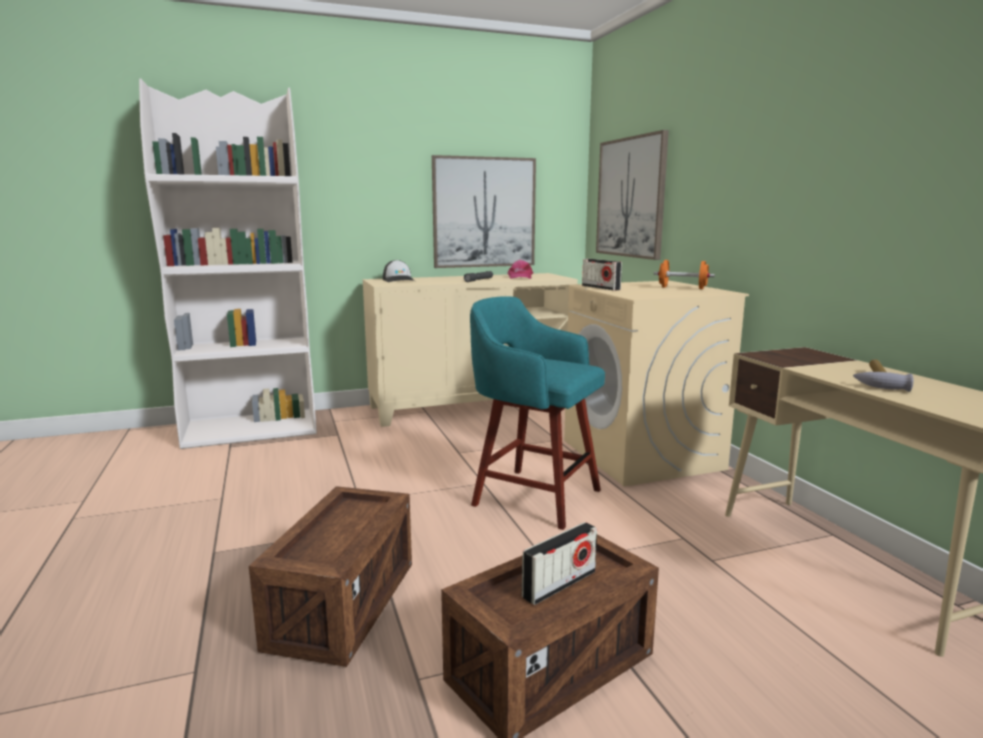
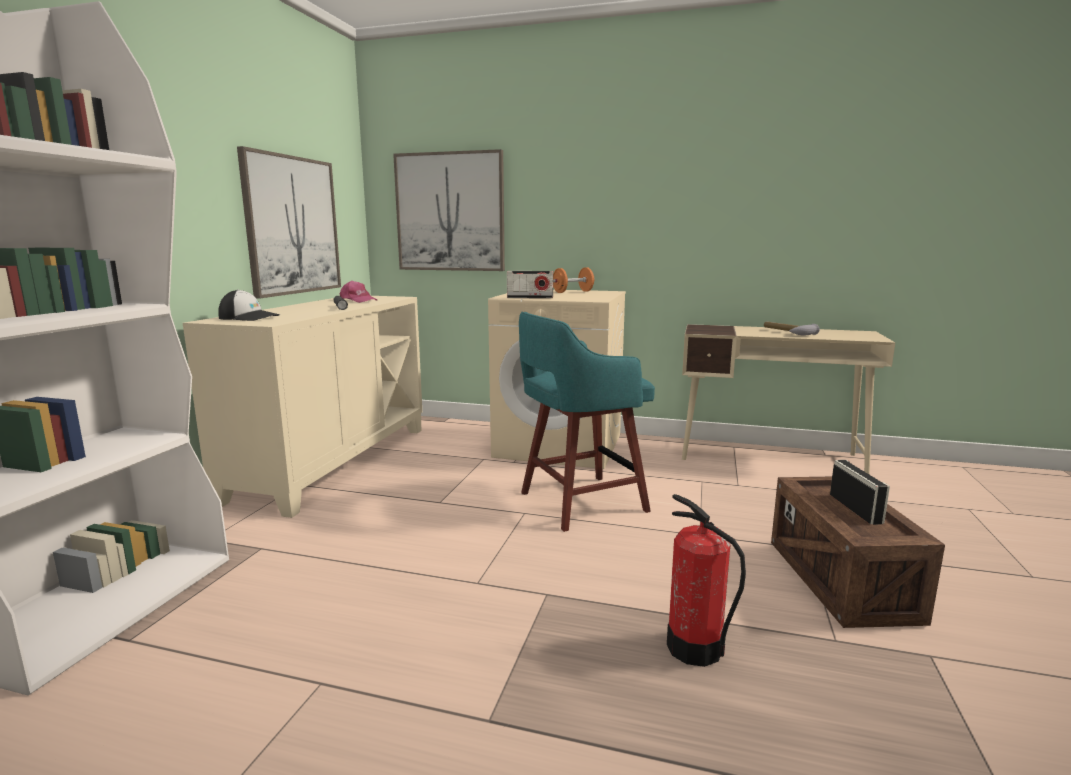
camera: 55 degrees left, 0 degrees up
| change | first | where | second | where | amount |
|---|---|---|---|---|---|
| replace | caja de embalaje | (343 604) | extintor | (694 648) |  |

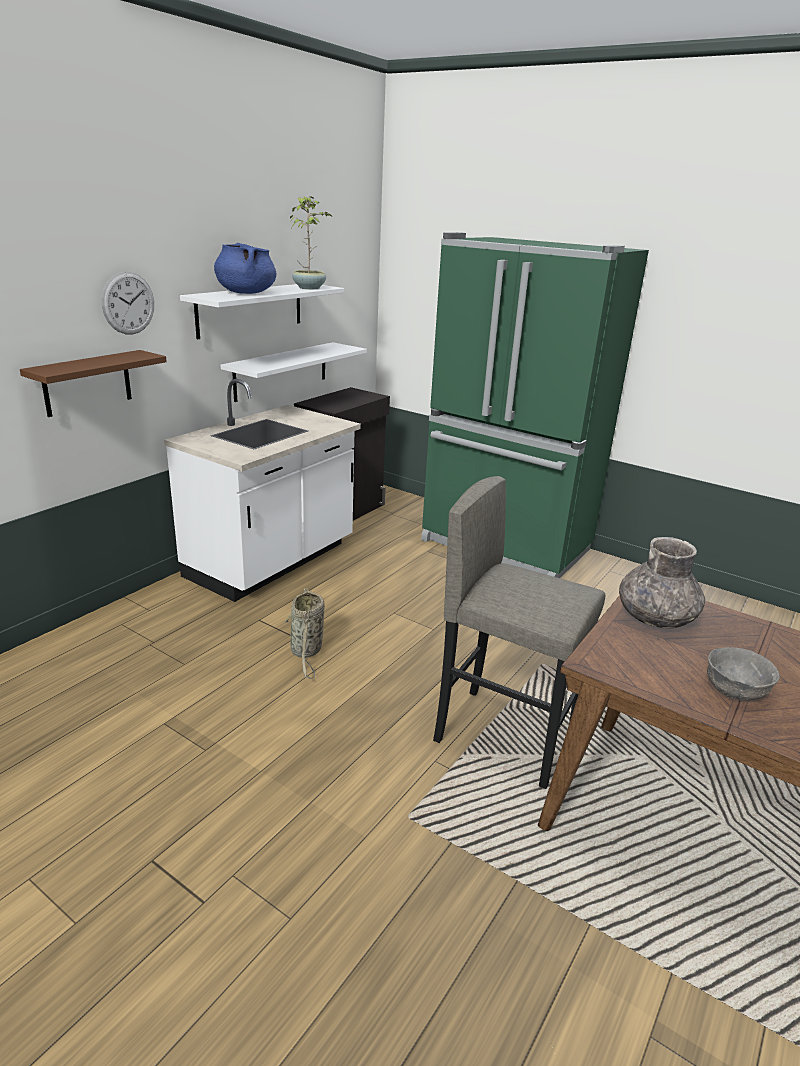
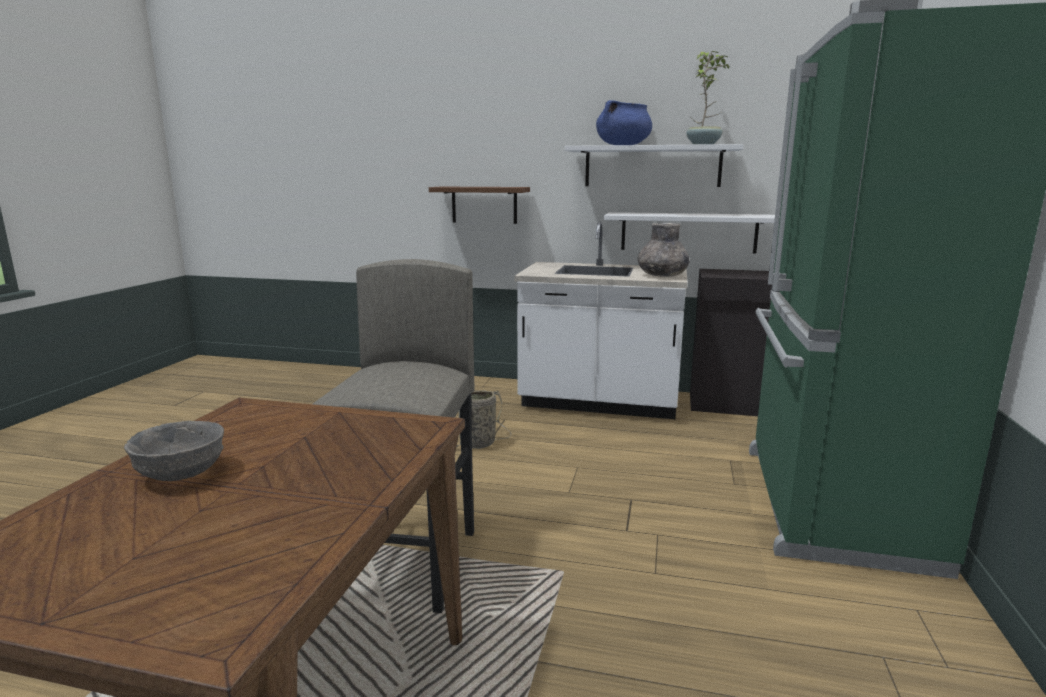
camera: 70 degrees right, 10 degrees down
| change | first | where | second | where | amount |
|---|---|---|---|---|---|
| delete | reloj de pared | (128 303) |  |  |  |
| move | florero [gris] | (655 618) |  | (662 276) |  |

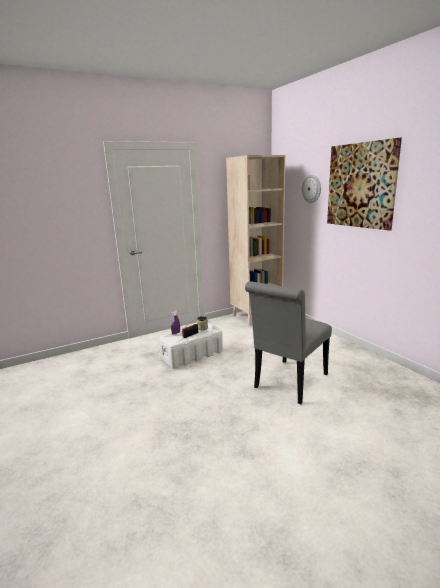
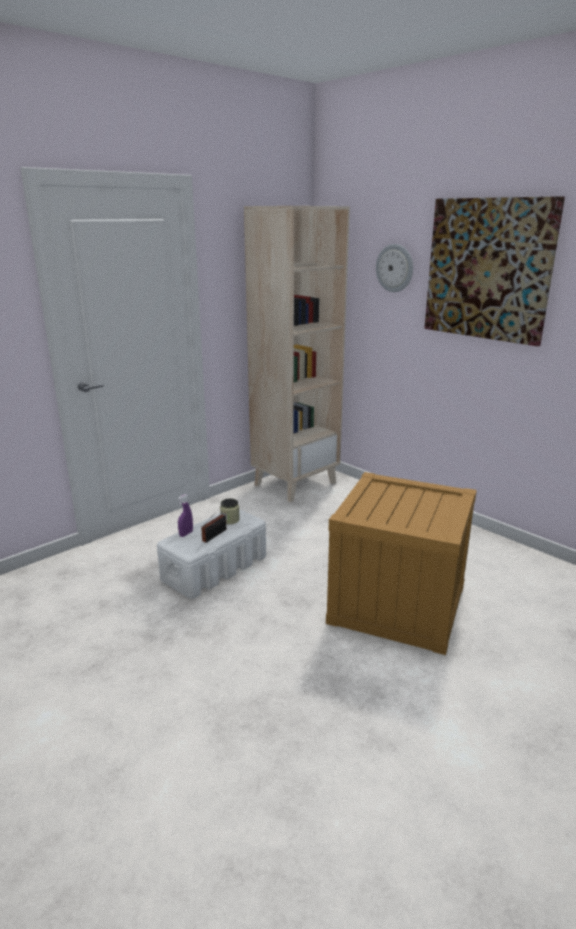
camera: 15 degrees left, 5 degrees up
| change | first | where | second | where | amount |
|---|---|---|---|---|---|
| replace | silla [gris] | (288 383) | caja de embalaje | (397 604) |  |

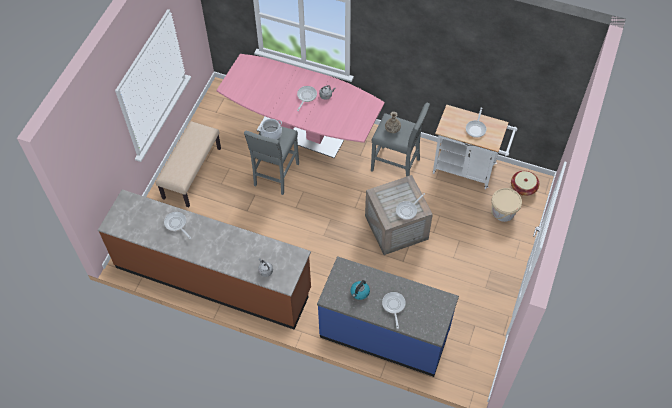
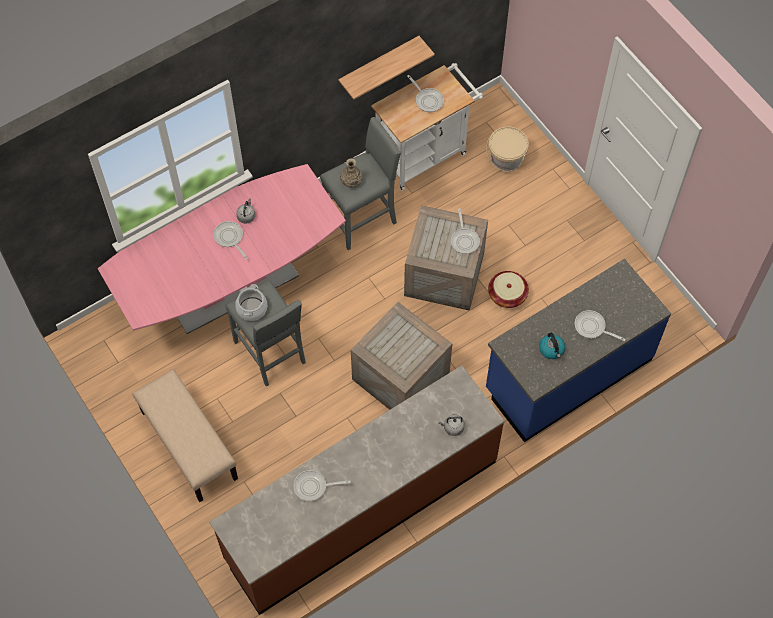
camera: 55 degrees left, 5 degrees up
| change | first | where | second | where | amount |
|---|---|---|---|---|---|
| move | cesta | (523 187) |  | (507 295) |  |
| insert |  |  | estante | (379 65) |  |
| insert |  |  | caja de embalaje | (402 376) |  |

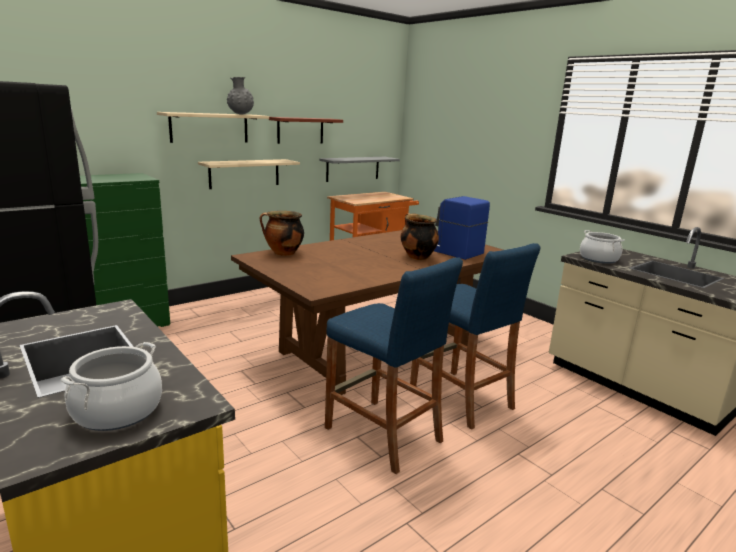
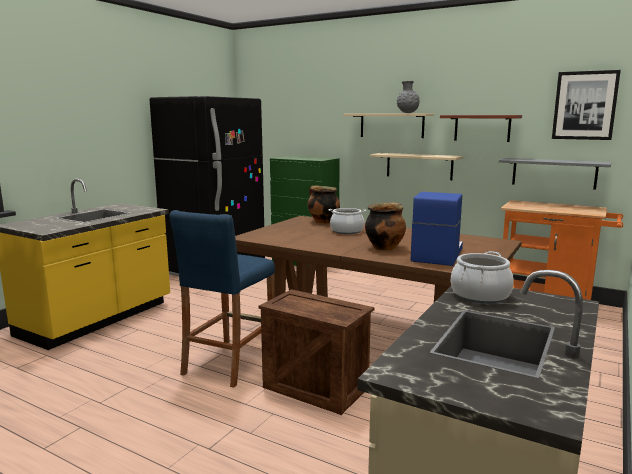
camera: 70 degrees right, 5 degrees down
| change | first | where | second | where | amount |
|---|---|---|---|---|---|
| move | olla | (117 410) |  | (346 231) |  |
| replace | taburete [azul] | (460 398) | caja de embalaje | (314 388) |  |
| insert |  |  | cuadro | (584 105) |  |

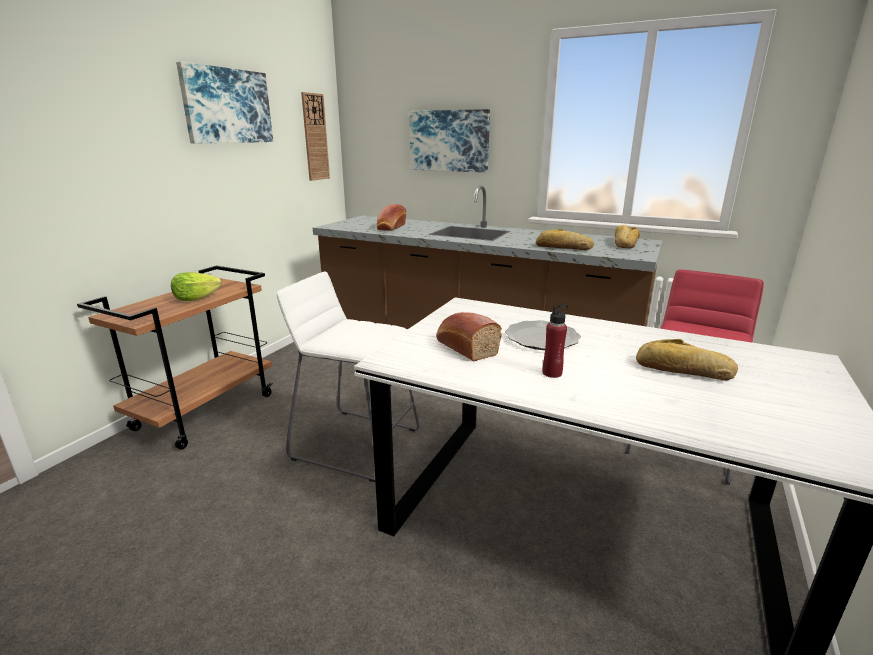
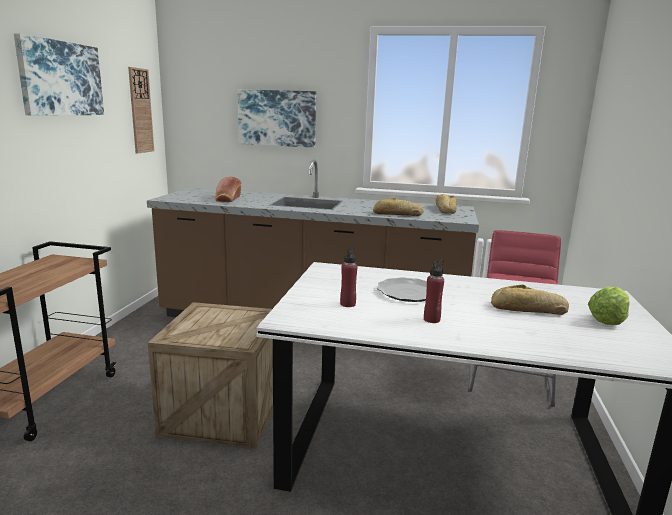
camera: 15 degrees left, 5 degrees down
| change | first | where | second | where | amount |
|---|---|---|---|---|---|
| move | lechuga | (196 299) |  | (607 320) |  |
| replace | taburete [blanco] | (356 443) | caja de embalaje | (223 412) |  |
| replace | pan | (465 347) | botella [rojo] | (348 304) |  |

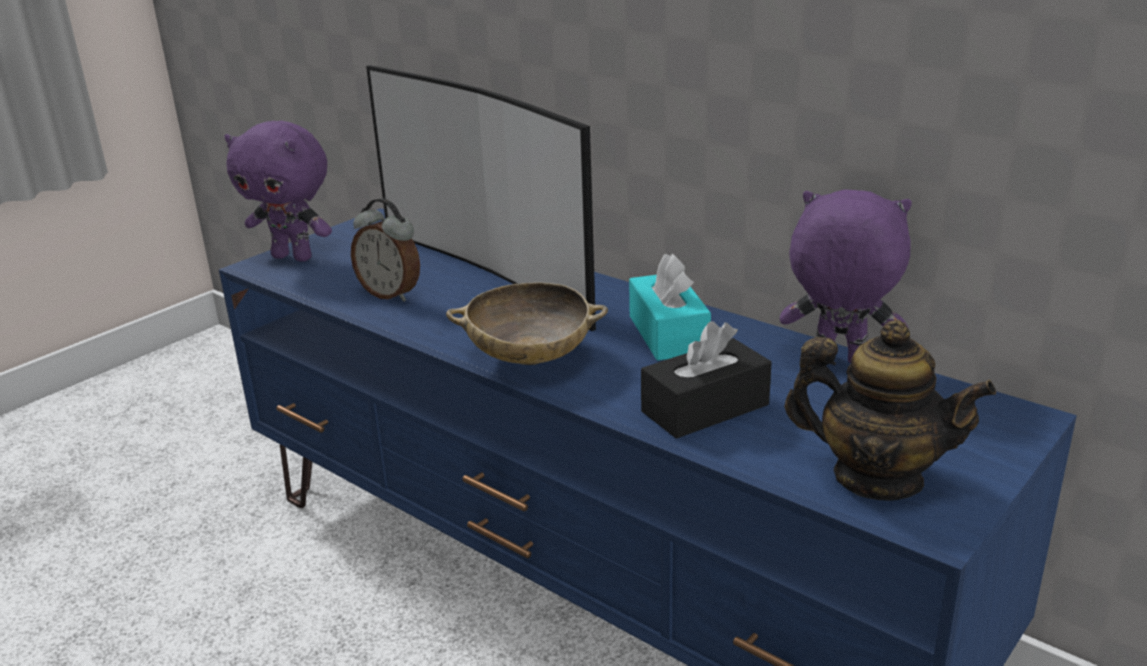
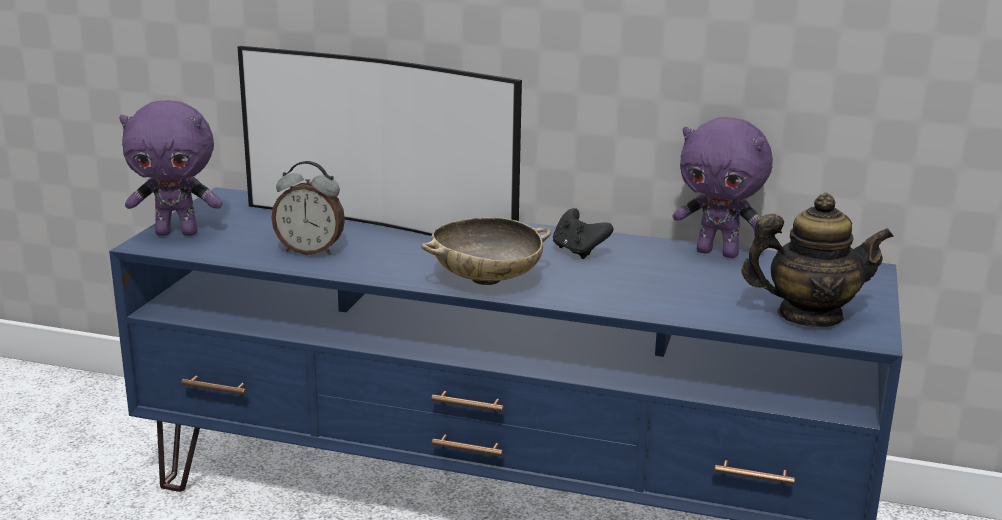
camera: 25 degrees left, 5 degrees down
| change | first | where | second | where | amount |
|---|---|---|---|---|---|
| replace | caja de pañuelos [turquesa] | (668 334) | mando de consola [negro] | (578 251) |  |
| delete | caja de pañuelos [negro] | (705 408) |  |  |  |
| rotate | peluche [morado] | (838 361) |  | (718 253) | 150 degrees counterclockwise |

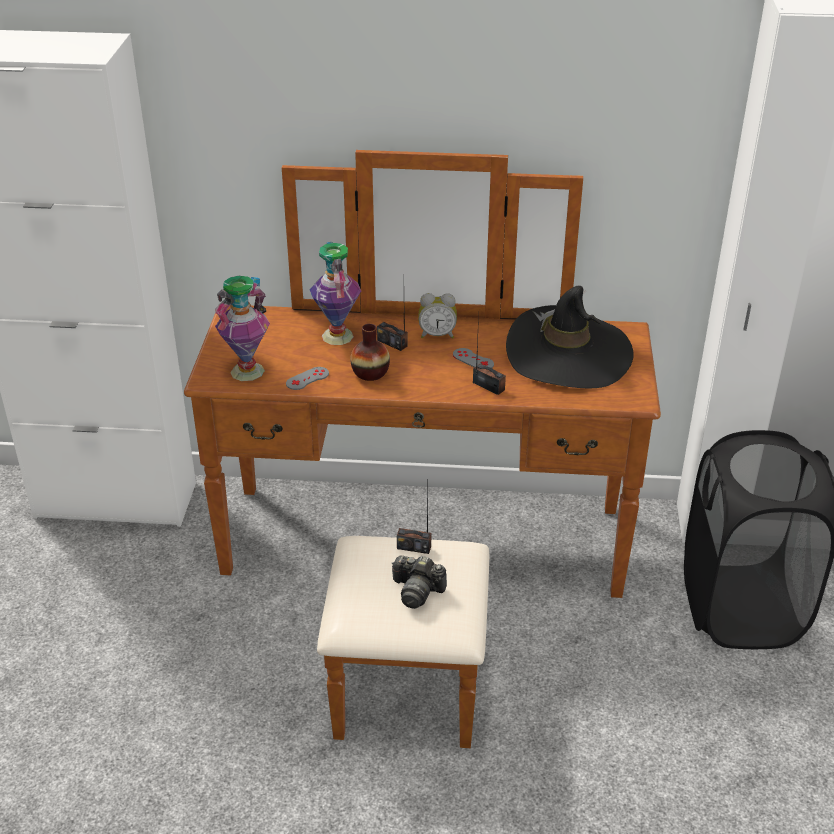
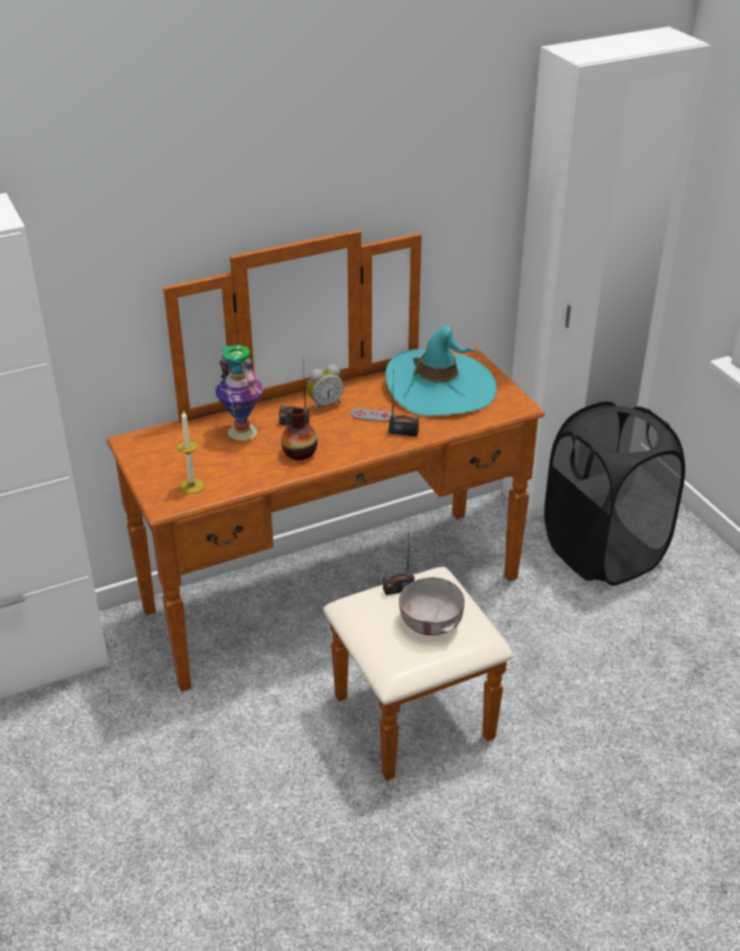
camera: 30 degrees left, 0 degrees up
| change | first | where | second | where | amount |
|---|---|---|---|---|---|
| replace | florero | (247 371) | vela | (192 486) |  |
| delete | mando de consola [gris] | (307 378) |  |  |  |
| replace | cámara | (417 591) | cuenco [gris] | (431 621) |  |
| recolor | sombrero [negro] | (568 354) | sombrero [turquesa] | (440 387) |  |

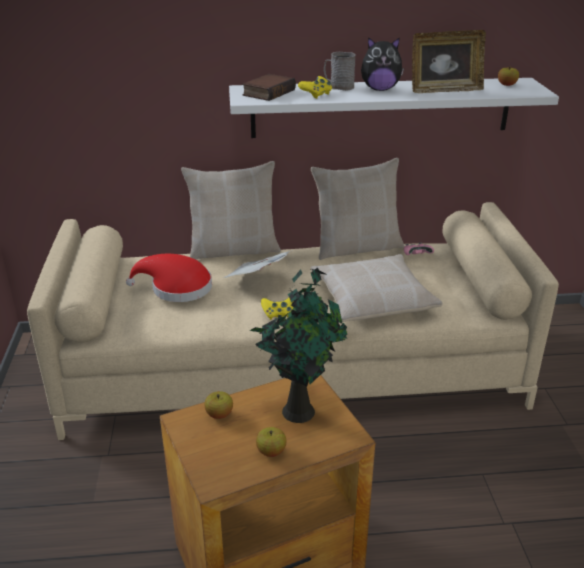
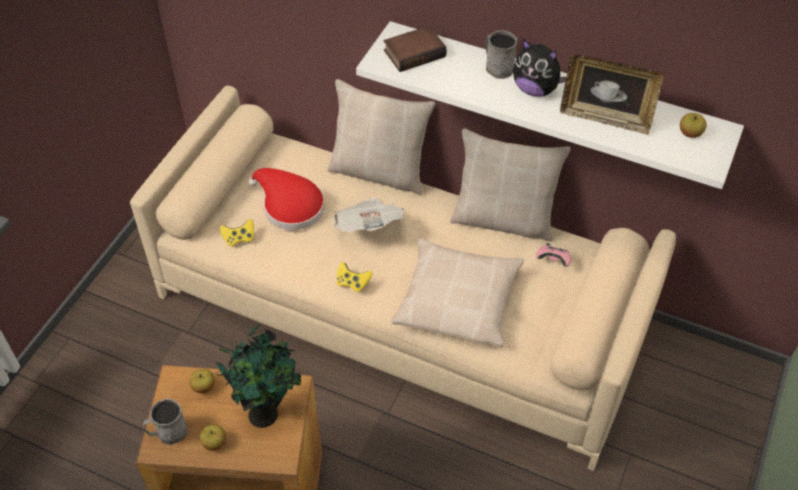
camera: 30 degrees right, 20 degrees up
| change | first | where | second | where | amount |
|---|---|---|---|---|---|
| move | mando de consola [amarillo] | (316 95) |  | (239 238) |  |
| insert |  |  | taza grande [gris] | (168 433) |  |

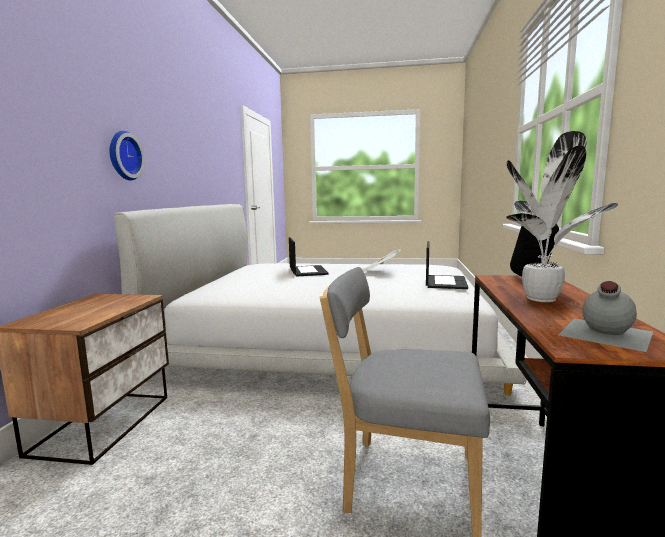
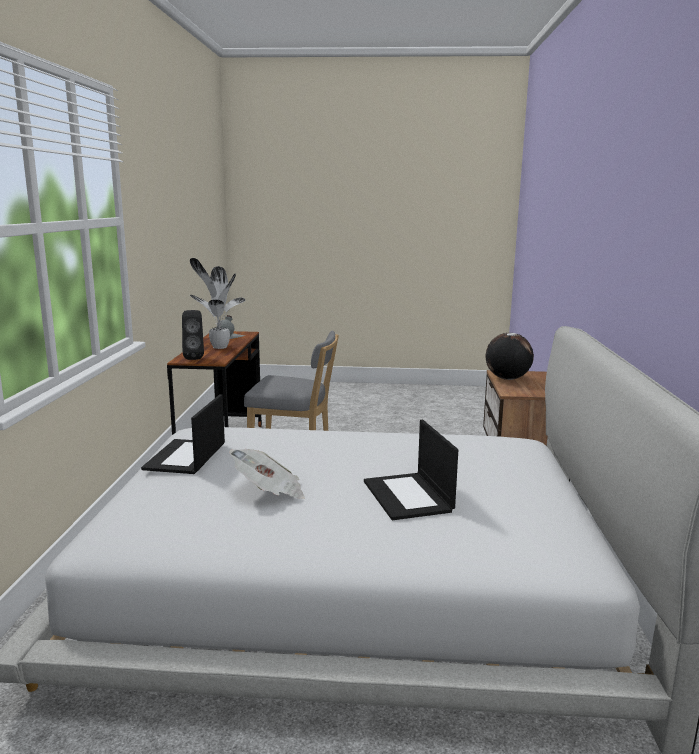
camera: 175 degrees right, 5 degrees up
| change | first | where | second | where | amount |
|---|---|---|---|---|---|
| delete | reloj de pared | (123 156) |  |  |  |
| insert |  |  | globo terráqueo | (507 379) |  |

